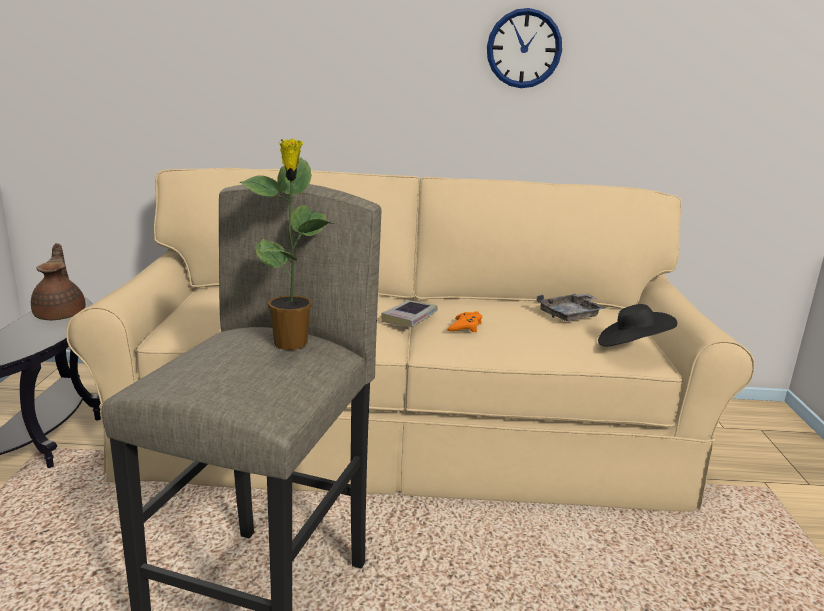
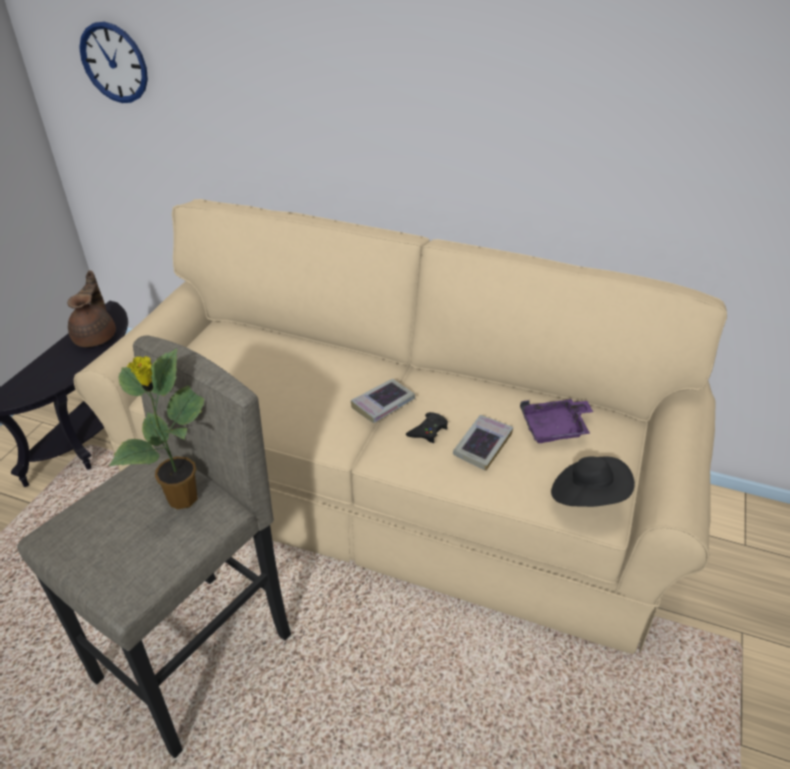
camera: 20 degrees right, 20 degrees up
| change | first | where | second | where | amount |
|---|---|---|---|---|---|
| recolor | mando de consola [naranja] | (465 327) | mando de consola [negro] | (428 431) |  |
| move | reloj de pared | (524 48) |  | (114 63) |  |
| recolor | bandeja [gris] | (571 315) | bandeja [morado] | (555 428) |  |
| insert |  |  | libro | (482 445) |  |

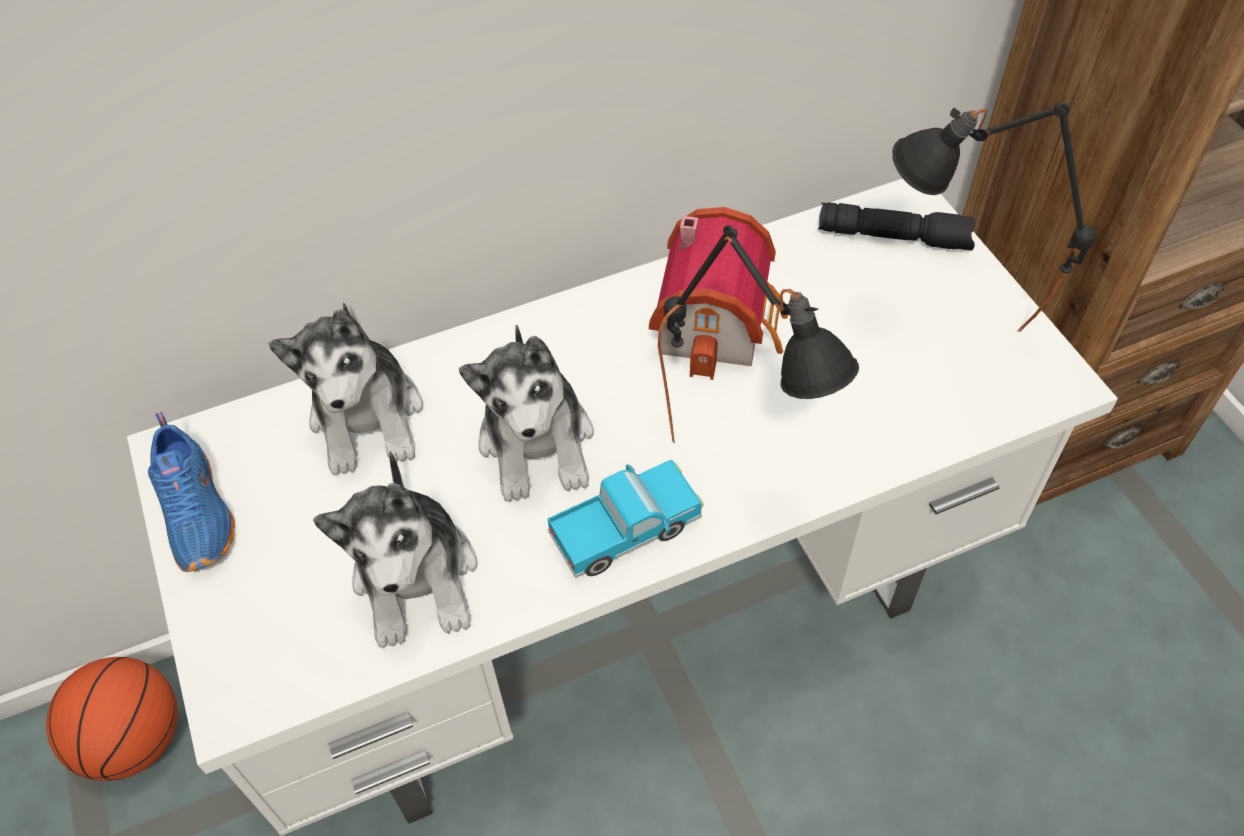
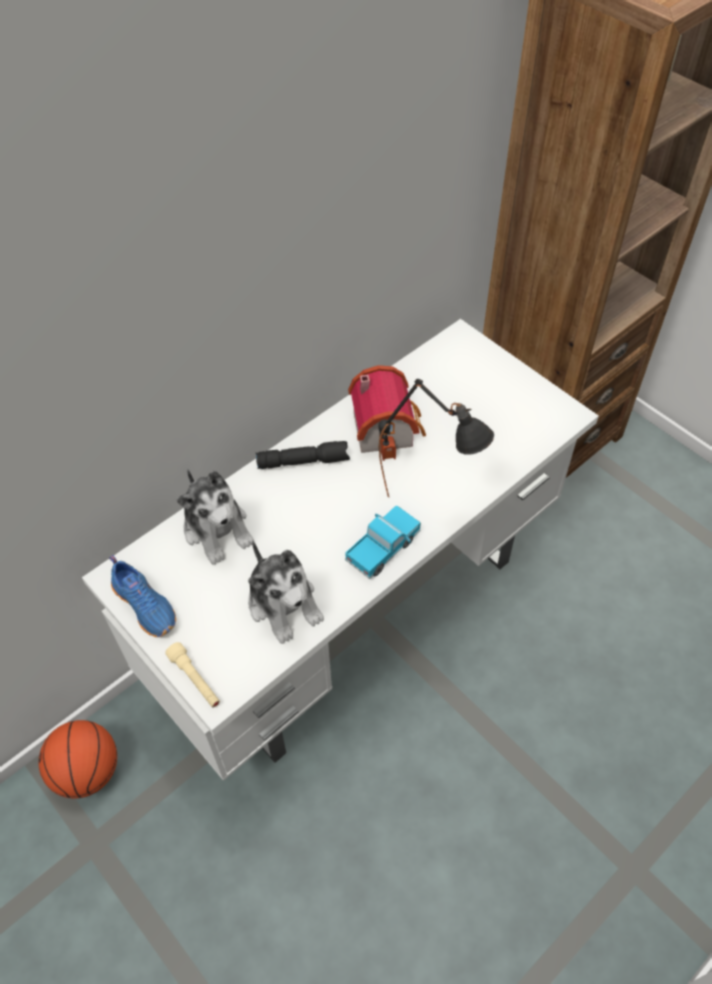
camera: 20 degrees left, 0 degrees up
| change | first | where | second | where | amount |
|---|---|---|---|---|---|
| delete | peluche | (537 442) |  |  |  |
| move | linterna [negro] | (895 236) |  | (304 461) |  |
| delete | lámpara de mesa [negro] | (950 332) |  |  |  |
| insert |  |  | linterna [beis] | (195 680) |  |

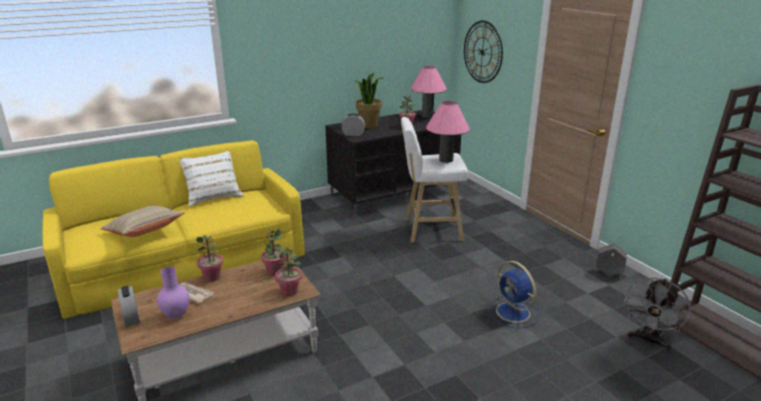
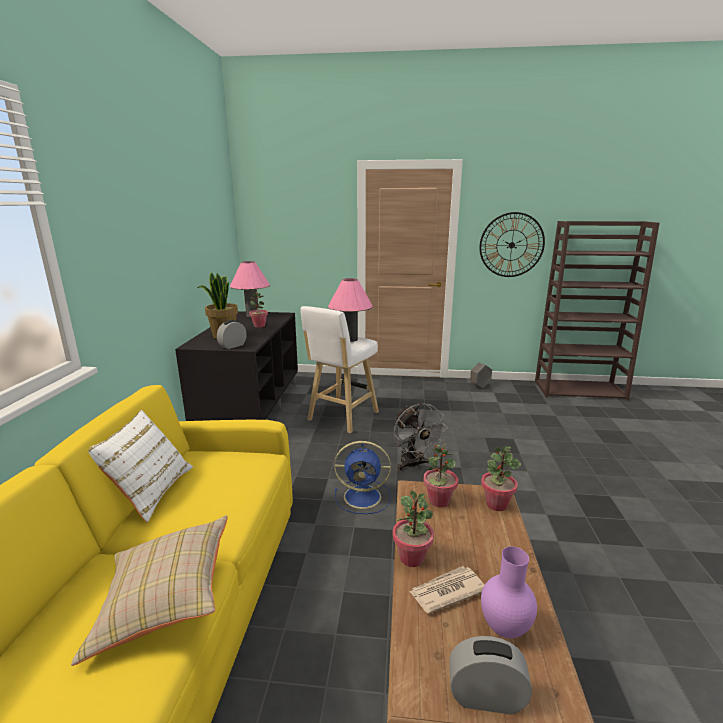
camera: 55 degrees left, 5 degrees down
| change | first | where | second | where | amount |
|---|---|---|---|---|---|
| move | reloj de pared | (482 52) |  | (511 245) |  |
| move | ventilador [azul] | (514 313) |  | (364 497) |  |
| move | ventilador [gris] | (648 341) |  | (414 465) |  |

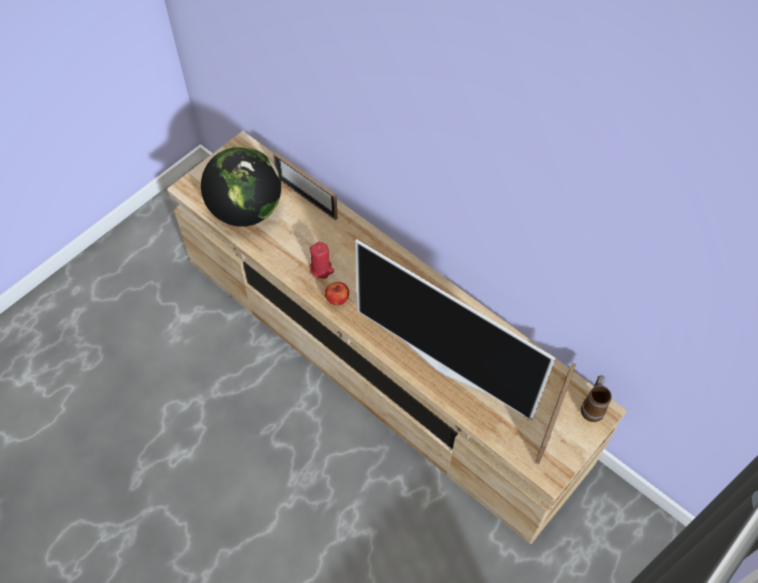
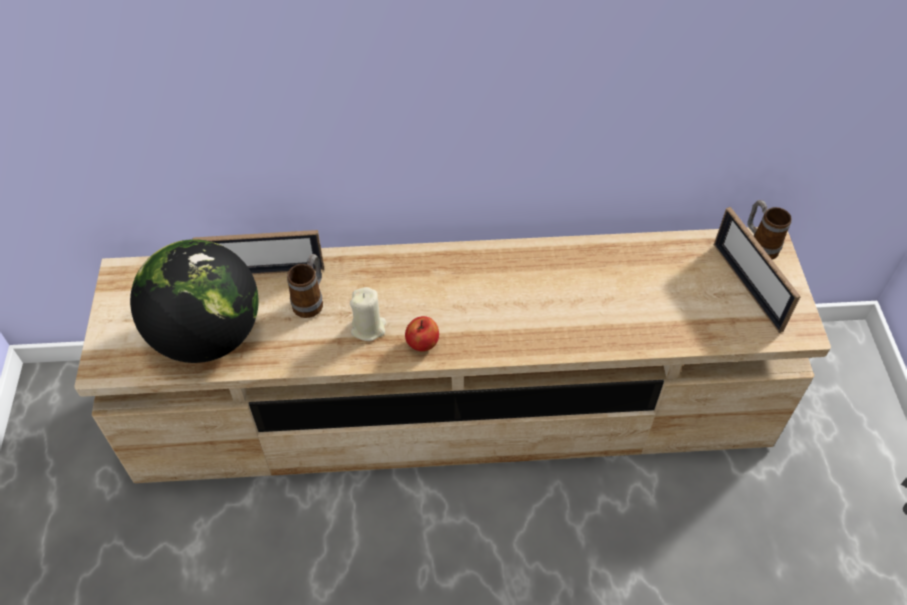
camera: 45 degrees left, 5 degrees down
| change | first | where | second | where | amount |
|---|---|---|---|---|---|
| recolor | vela [rojo] | (321 269) | vela [beis] | (368 328) |  |
| delete | televisor | (445 365) |  |  |  |
| insert |  |  | taza grande | (311 301) |  |

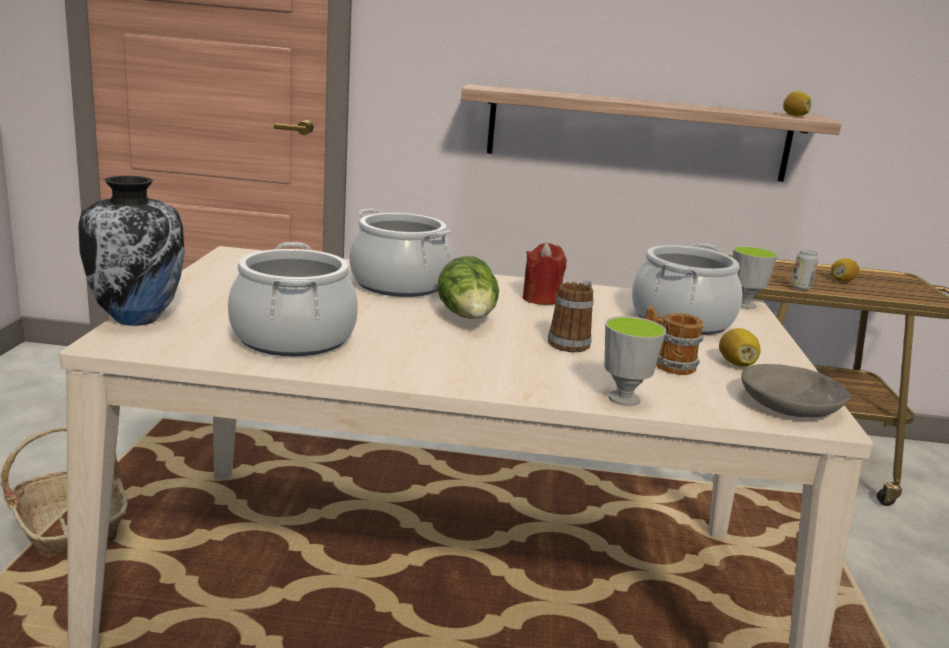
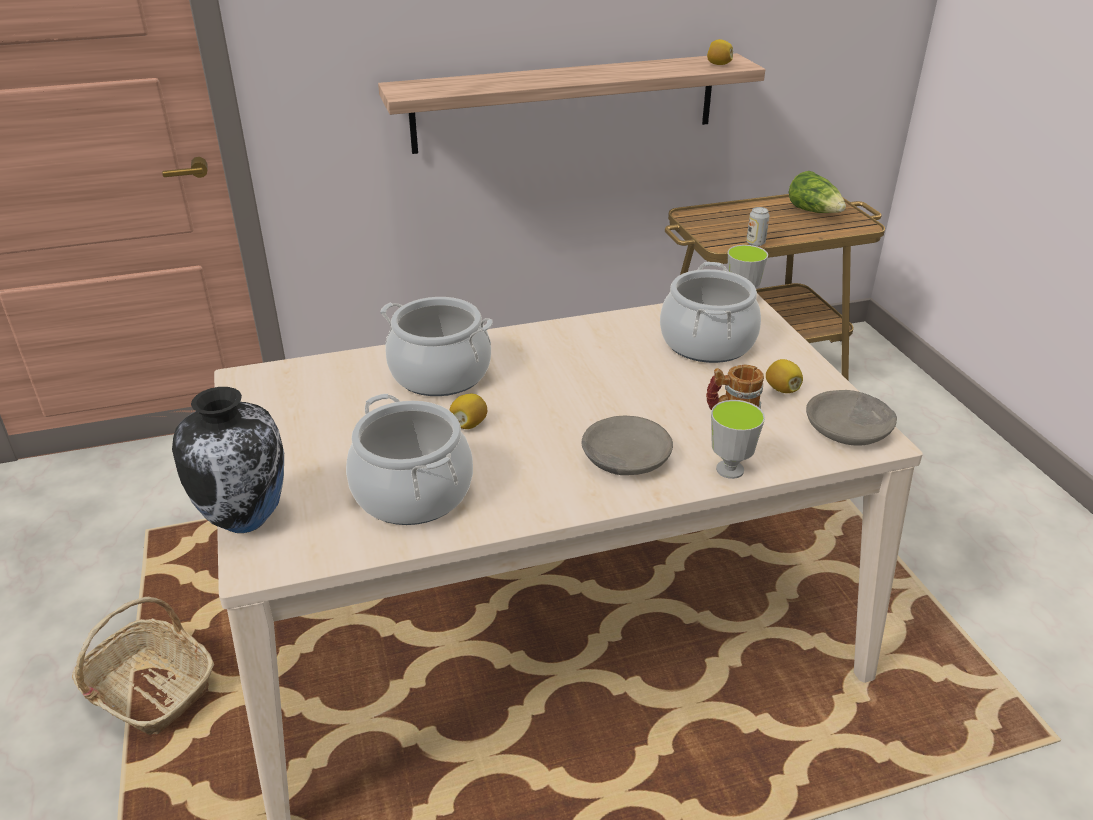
camera: 20 degrees left, 15 degrees up
| change | first | where | second | where | amount |
|---|---|---|---|---|---|
| move | lechuga | (468 318) |  | (814 212) |  |
| delete | vela [rojo] | (541 299) |  |  |  |
| delete | taza grande | (572 342) |  |  |  |
| move | limón | (842 281) |  | (469 424) |  |
| insert |  |  | cuenco [gris] | (624 458) |  |

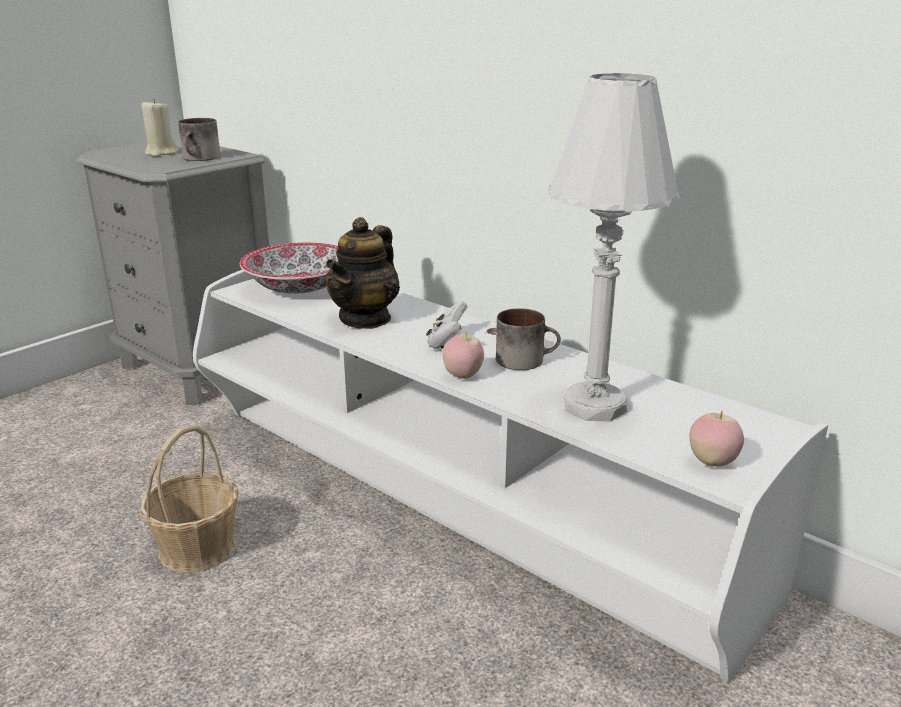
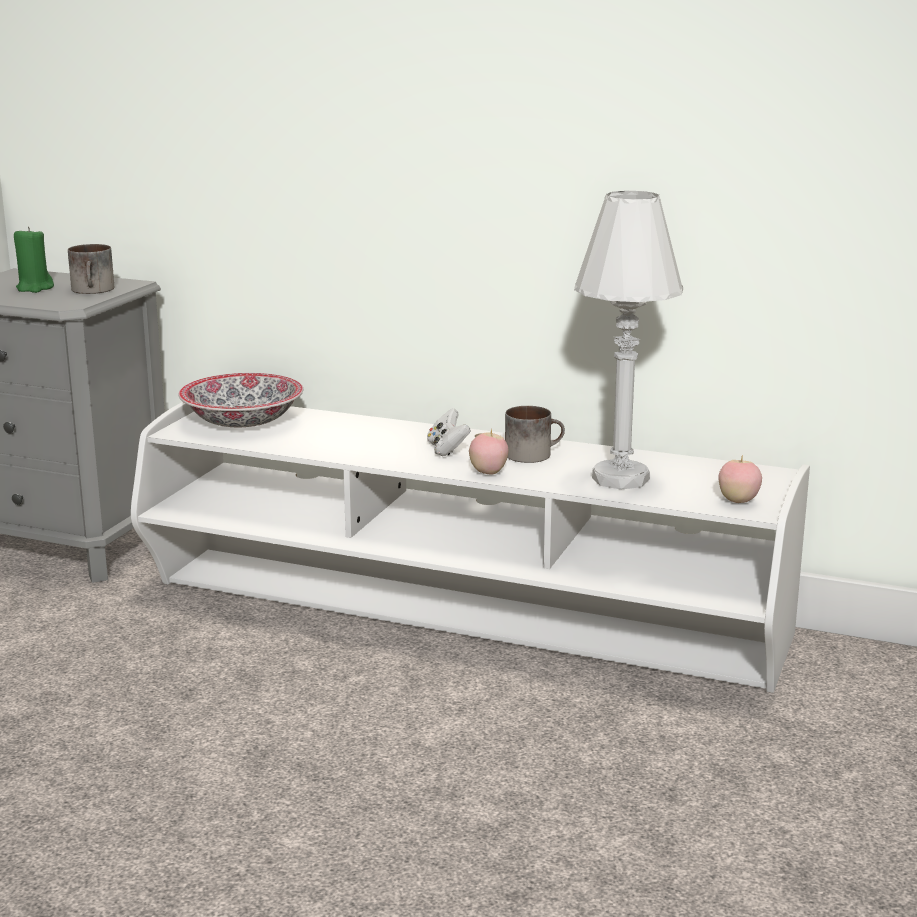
camera: 20 degrees left, 5 degrees down
| change | first | where | second | where | amount |
|---|---|---|---|---|---|
| delete | cesta | (198 547) |  |  |  |
| recolor | vela [beis] | (161 153) | vela [verde] | (34 288) |  |
| delete | tetera | (365 318) |  |  |  |

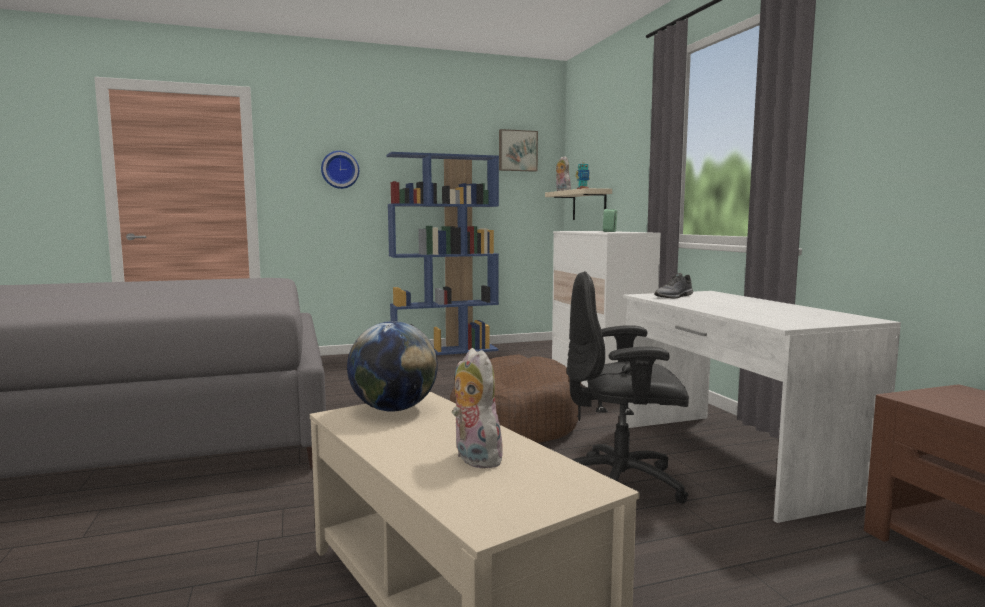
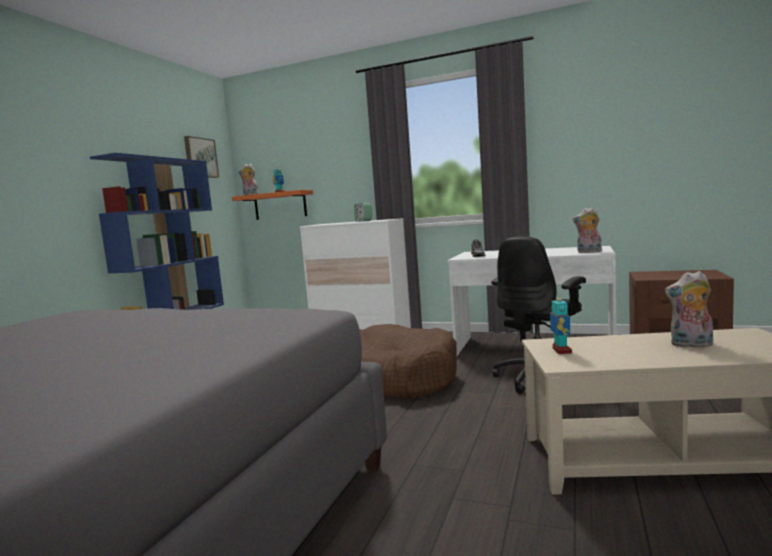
camera: 50 degrees left, 0 degrees up
| change | first | where | second | where | amount |
|---|---|---|---|---|---|
| delete | reloj de pared | (340 170) |  |  |  |
| replace | globo terráqueo | (393 409) | robot de juguete | (561 351) |  |
| recolor | estante [beis] | (589 205) | estante [naranja] | (280 205) |  |
| insert |  |  | peluche | (588 252) |  |

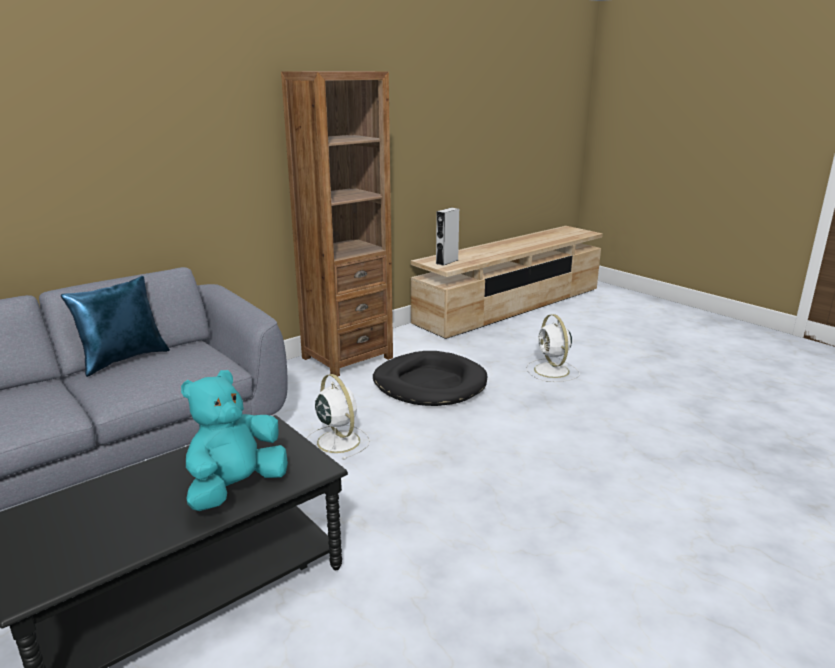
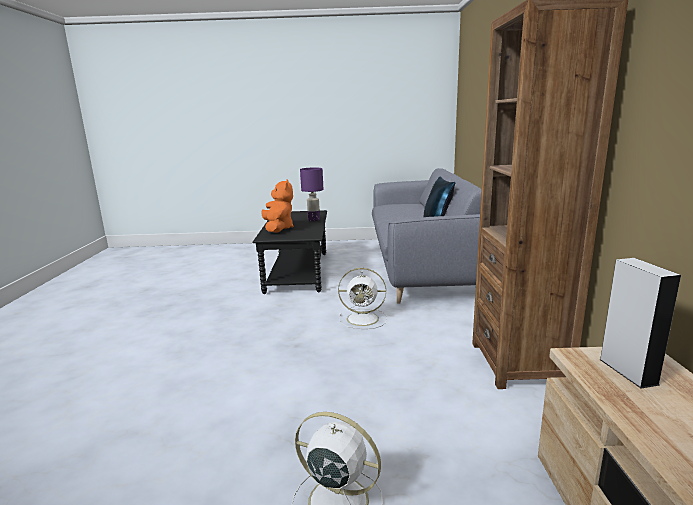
camera: 130 degrees right, 5 degrees down
| change | first | where | second | where | amount |
|---|---|---|---|---|---|
| recolor | peluche [turquesa] | (236 488) | peluche [naranja] | (278 229) |  |
| delete | cama para perro [negro] | (430 384) |  |  |  |
| insert |  |  | lámpara de mesa [morado] | (313 220) |  |

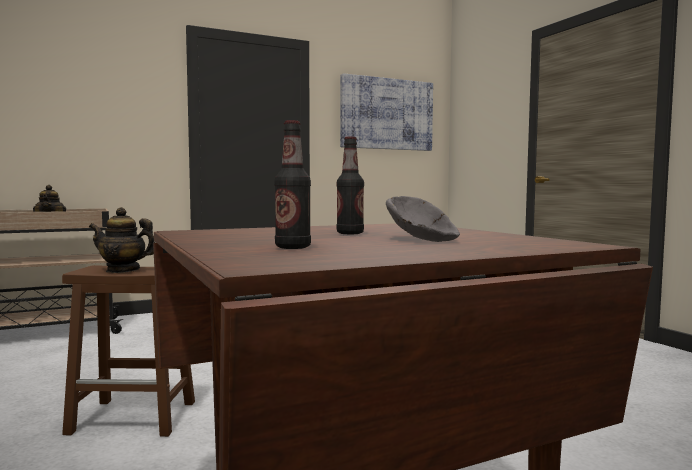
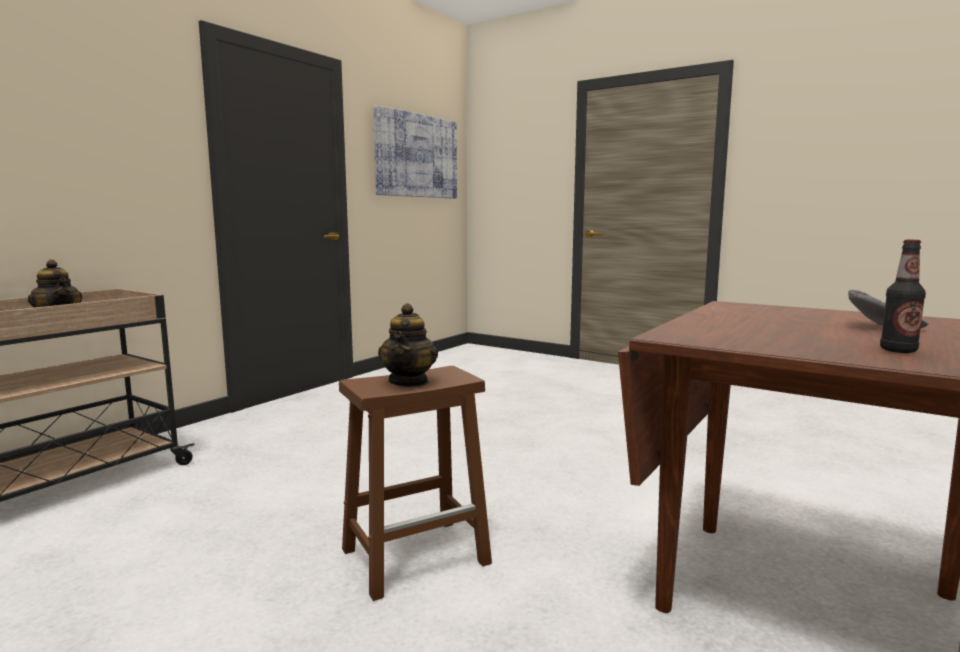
camera: 30 degrees left, 5 degrees up
| change | first | where | second | where | amount |
|---|---|---|---|---|---|
| rotate | tetera | (123 270) |  | (409 382) | 60 degrees counterclockwise |
| delete | botella | (350 233) |  |  |  |

